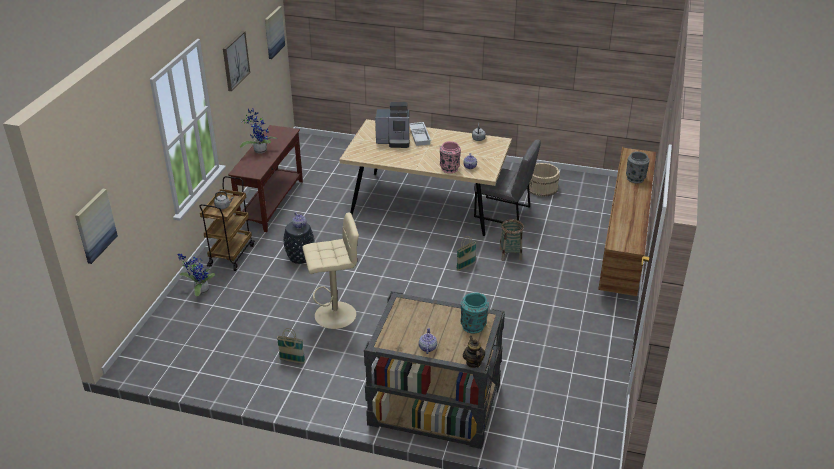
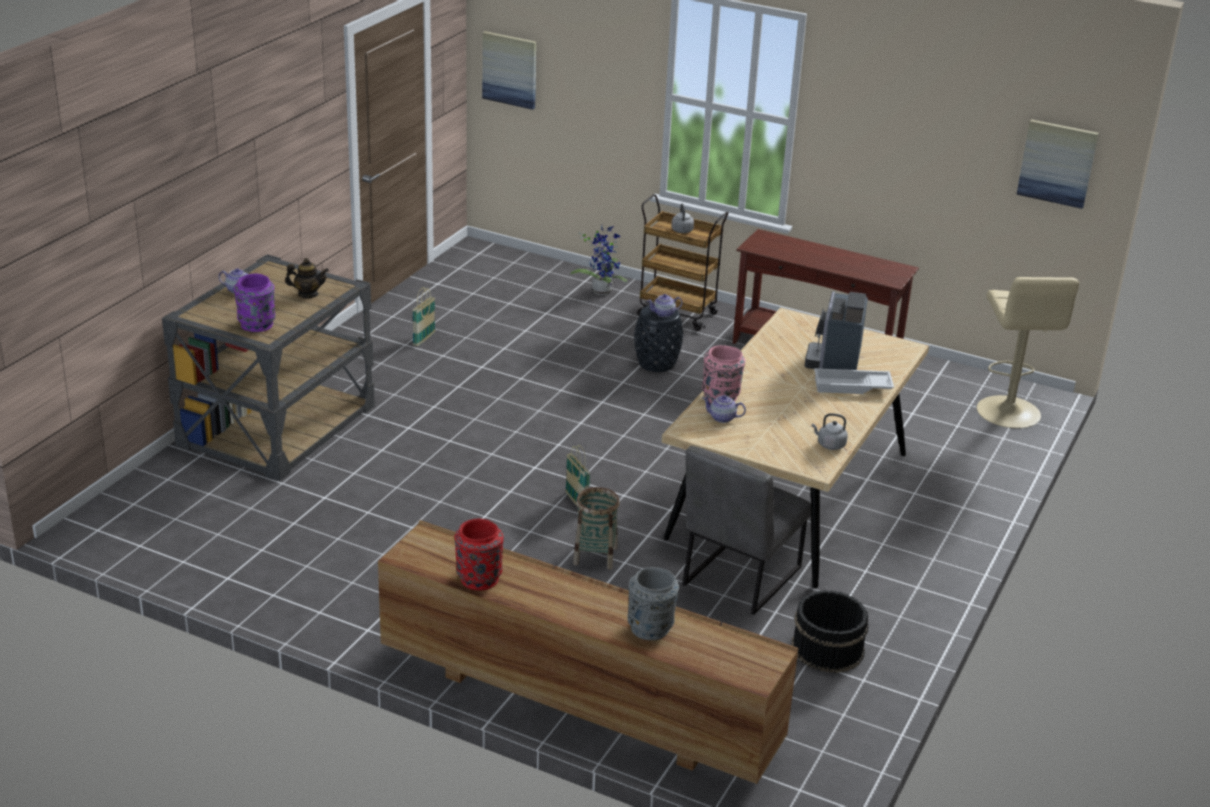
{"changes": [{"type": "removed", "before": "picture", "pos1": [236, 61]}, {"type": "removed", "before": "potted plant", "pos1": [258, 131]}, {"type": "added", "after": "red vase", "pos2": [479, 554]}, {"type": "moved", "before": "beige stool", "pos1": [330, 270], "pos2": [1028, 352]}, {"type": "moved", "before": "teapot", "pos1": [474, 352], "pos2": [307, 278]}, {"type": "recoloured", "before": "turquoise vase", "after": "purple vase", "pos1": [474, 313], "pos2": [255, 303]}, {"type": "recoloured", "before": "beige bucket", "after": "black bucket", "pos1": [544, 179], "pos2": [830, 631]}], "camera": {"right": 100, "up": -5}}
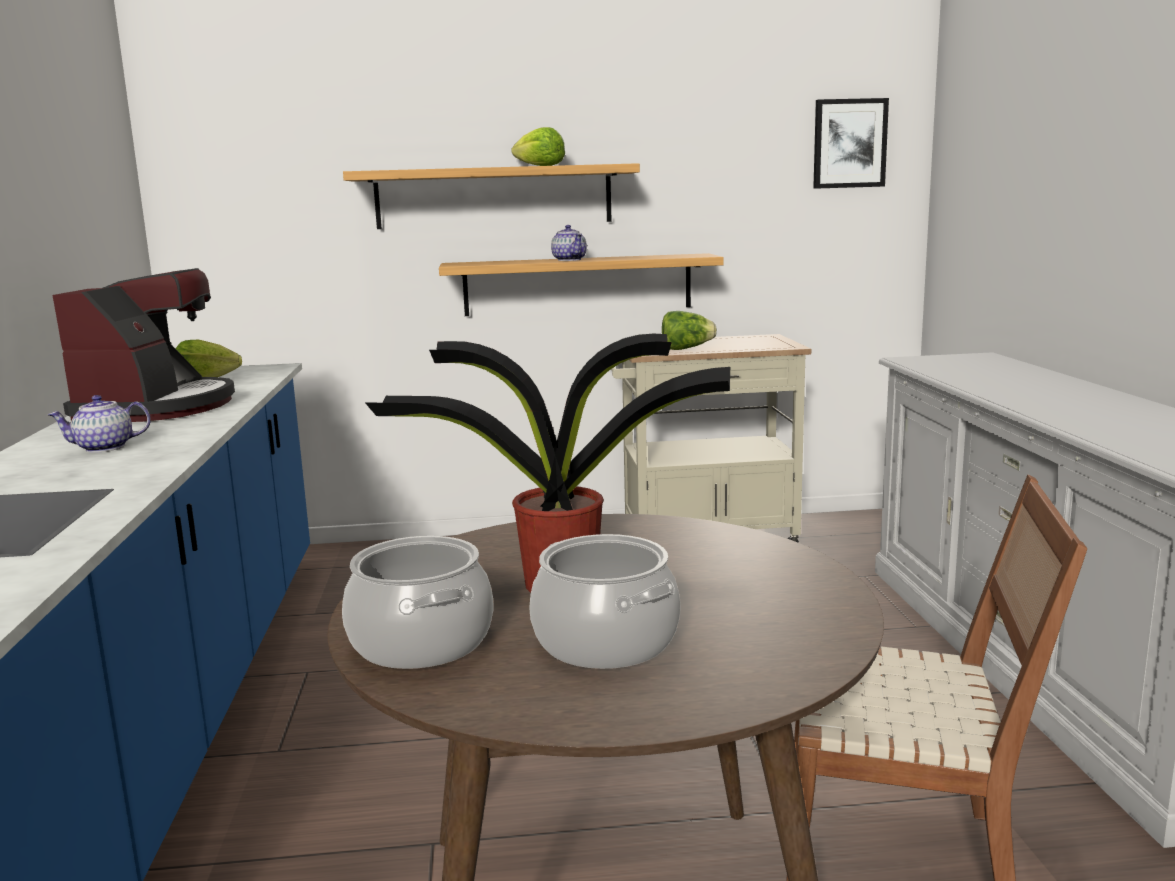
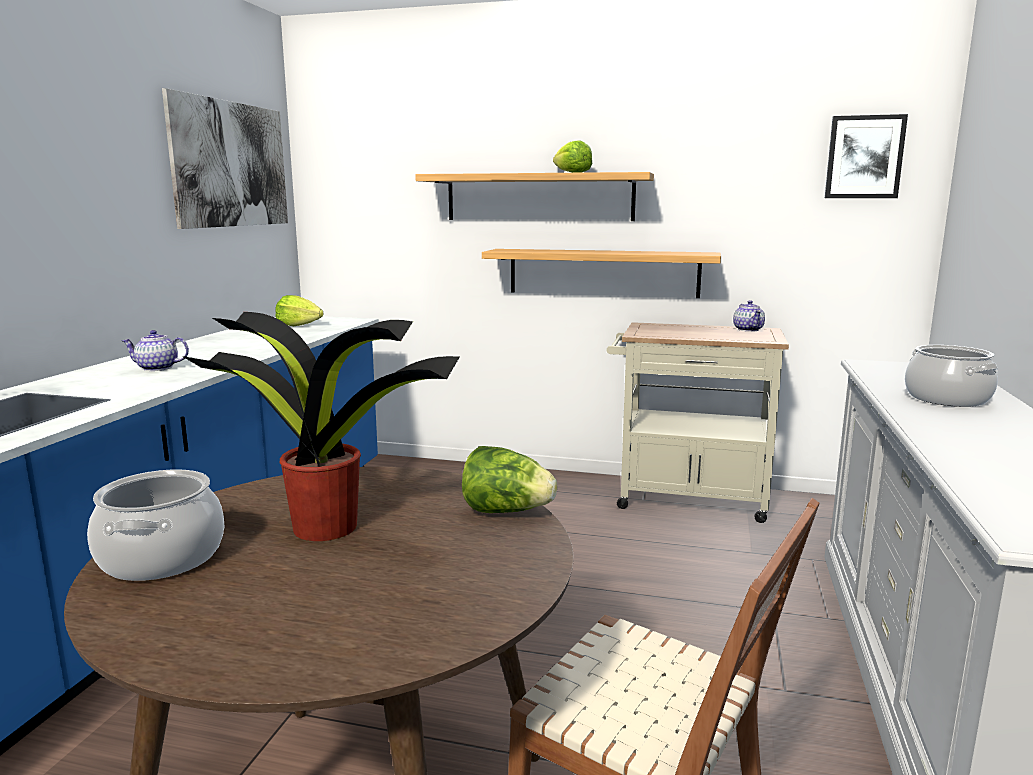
{"changes": [{"type": "removed", "before": "coffee machine", "pos1": [143, 345]}, {"type": "added", "after": "picture", "pos2": [225, 158]}, {"type": "moved", "before": "cooking pot", "pos1": [605, 601], "pos2": [951, 376]}, {"type": "moved", "before": "teapot", "pos1": [569, 243], "pos2": [749, 316]}, {"type": "moved", "before": "lettuce", "pos1": [689, 330], "pos2": [509, 479]}], "camera": {"right": 20, "up": 0}}
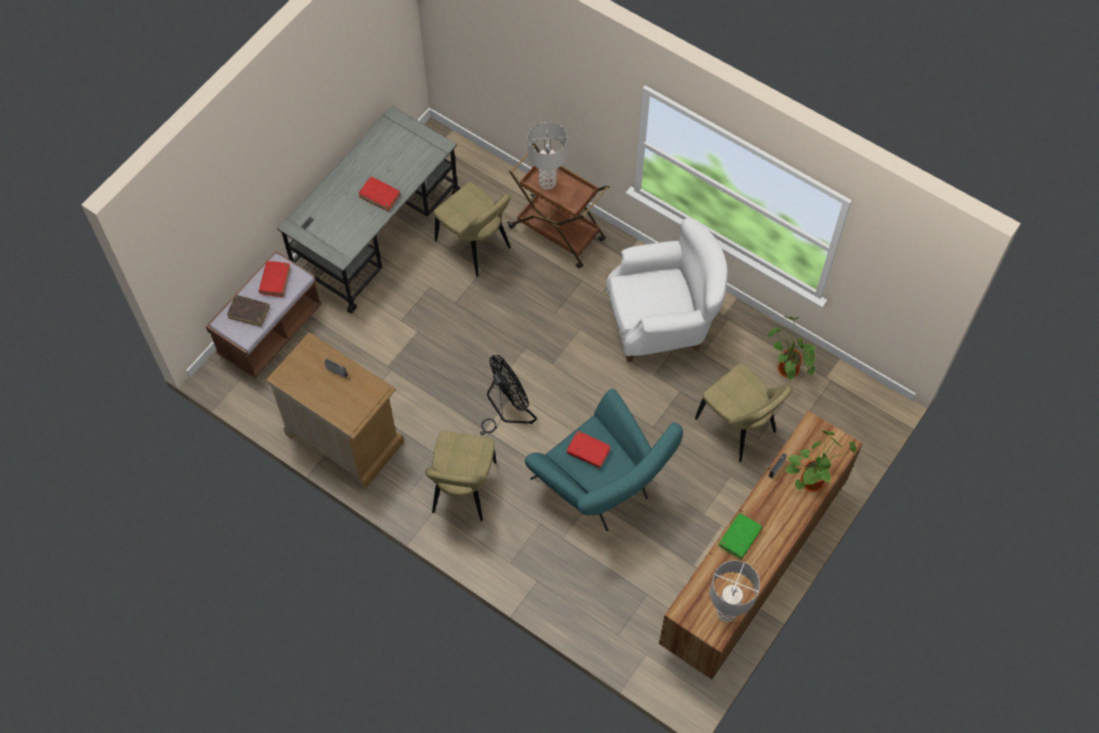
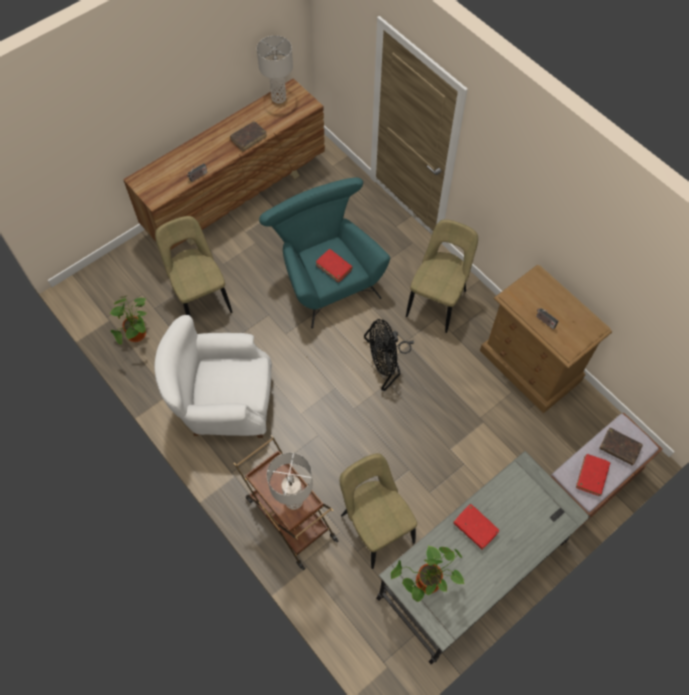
{"changes": [{"type": "moved", "before": "potted plant", "pos1": [821, 461], "pos2": [428, 573]}, {"type": "recoloured", "before": "green book", "after": "brown book", "pos1": [740, 536], "pos2": [248, 136]}], "camera": {"right": -165, "up": 0}}
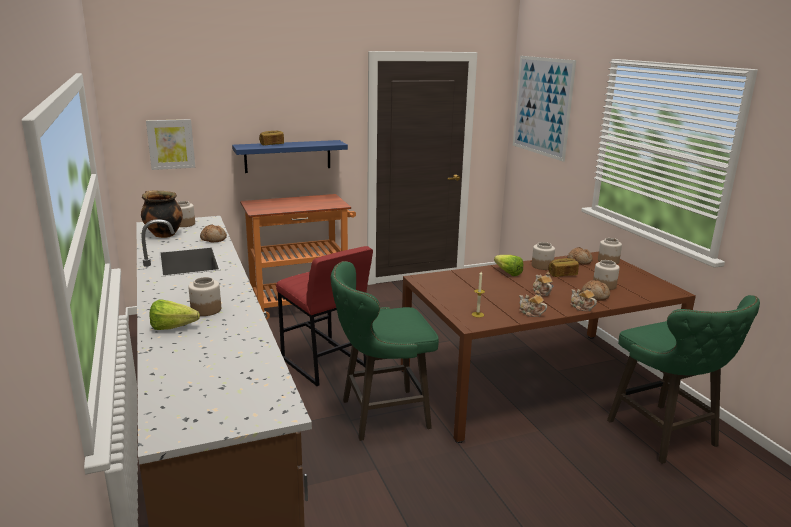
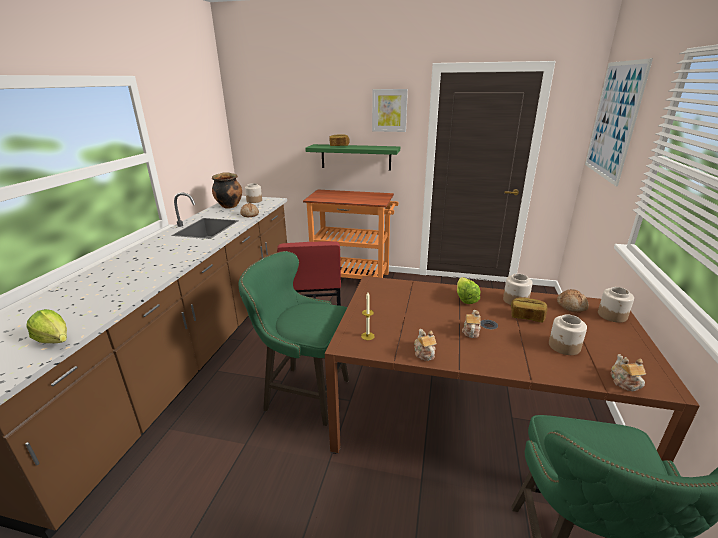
{"changes": [{"type": "removed", "before": "jar", "pos1": [205, 296]}, {"type": "removed", "before": "bread", "pos1": [595, 290]}, {"type": "moved", "before": "picture", "pos1": [170, 144], "pos2": [390, 110]}, {"type": "moved", "before": "lettuce", "pos1": [174, 315], "pos2": [46, 326]}, {"type": "moved", "before": "teapot", "pos1": [584, 298], "pos2": [628, 372]}, {"type": "recoloured", "before": "blue shelf", "after": "green shelf", "pos1": [290, 156], "pos2": [352, 157]}], "camera": {"right": 35, "up": 5}}
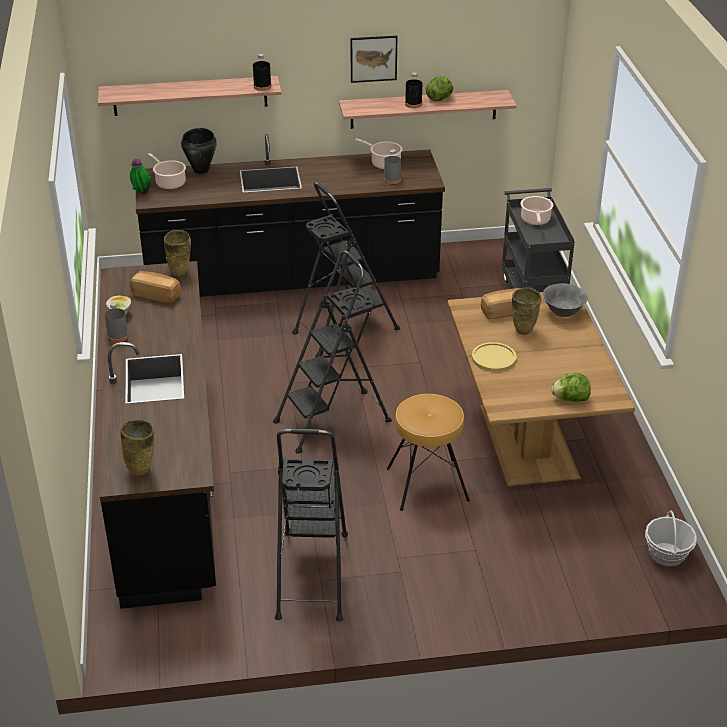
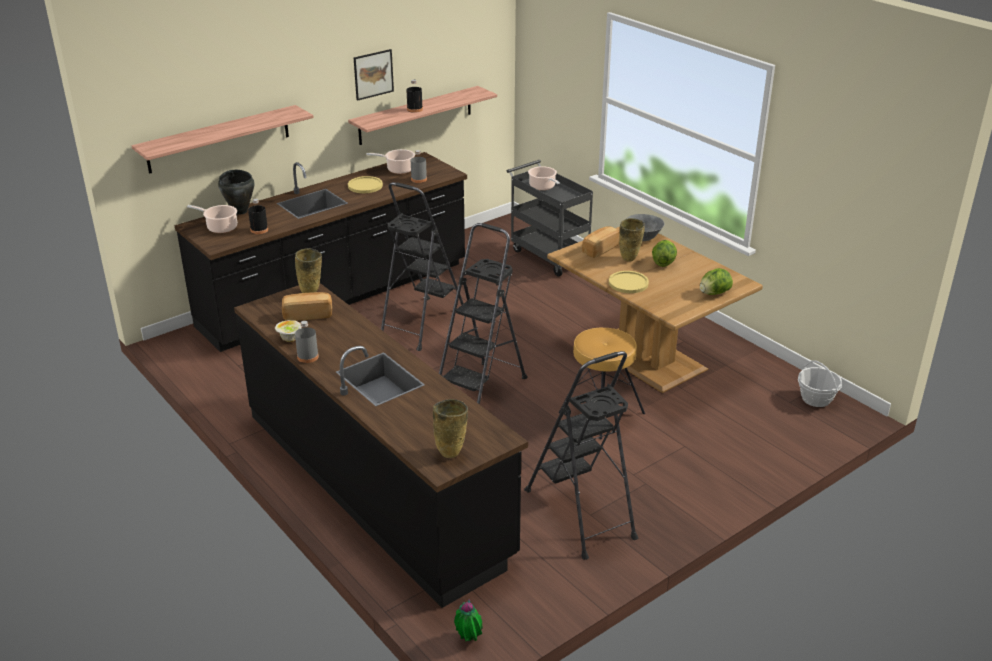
{"changes": [{"type": "added", "after": "yellow plate", "pos2": [365, 184]}, {"type": "moved", "before": "potted plant", "pos1": [141, 177], "pos2": [468, 620]}, {"type": "moved", "before": "black bottle", "pos1": [262, 72], "pos2": [258, 216]}, {"type": "moved", "before": "lettuce", "pos1": [439, 88], "pos2": [664, 253]}], "camera": {"right": -30, "up": -5}}
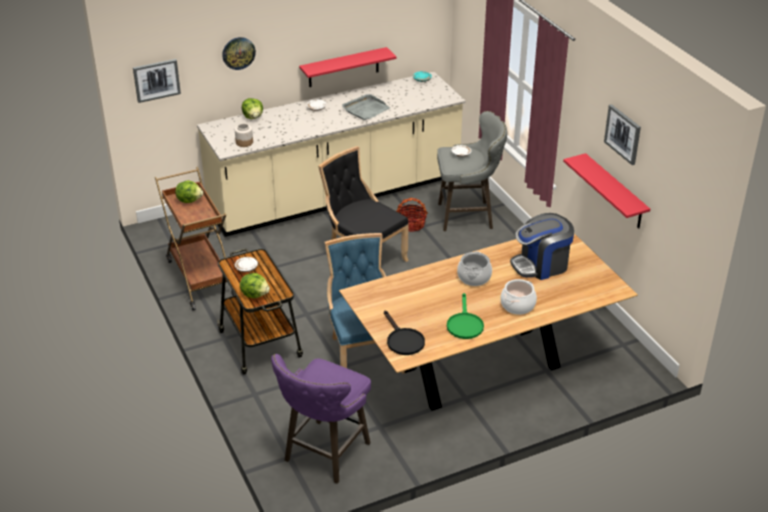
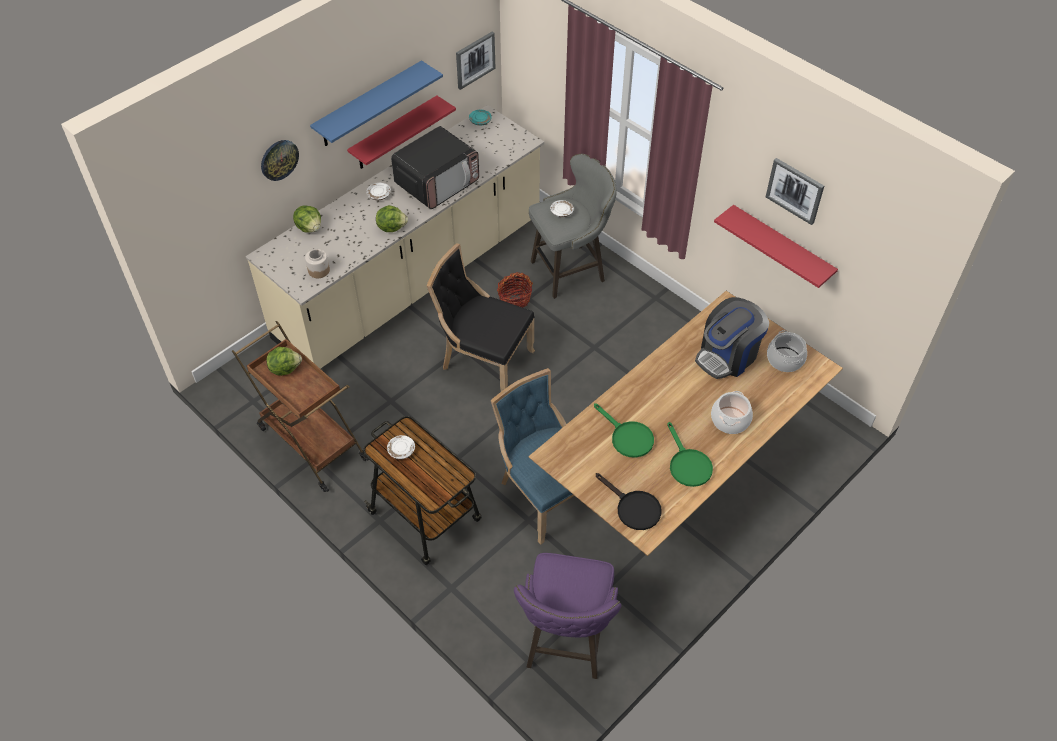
{"changes": [{"type": "added", "after": "blue shelf", "pos2": [376, 103]}, {"type": "added", "after": "green frying pan", "pos2": [624, 430]}, {"type": "moved", "before": "picture", "pos1": [157, 81], "pos2": [475, 61]}, {"type": "moved", "before": "lettuce", "pos1": [255, 285], "pos2": [392, 218]}, {"type": "moved", "before": "cooking pot", "pos1": [474, 268], "pos2": [787, 351]}, {"type": "replaced", "before": "grey tray", "after": "microwave", "pos1": [366, 107], "pos2": [435, 167]}], "camera": {"right": -20, "up": 15}}
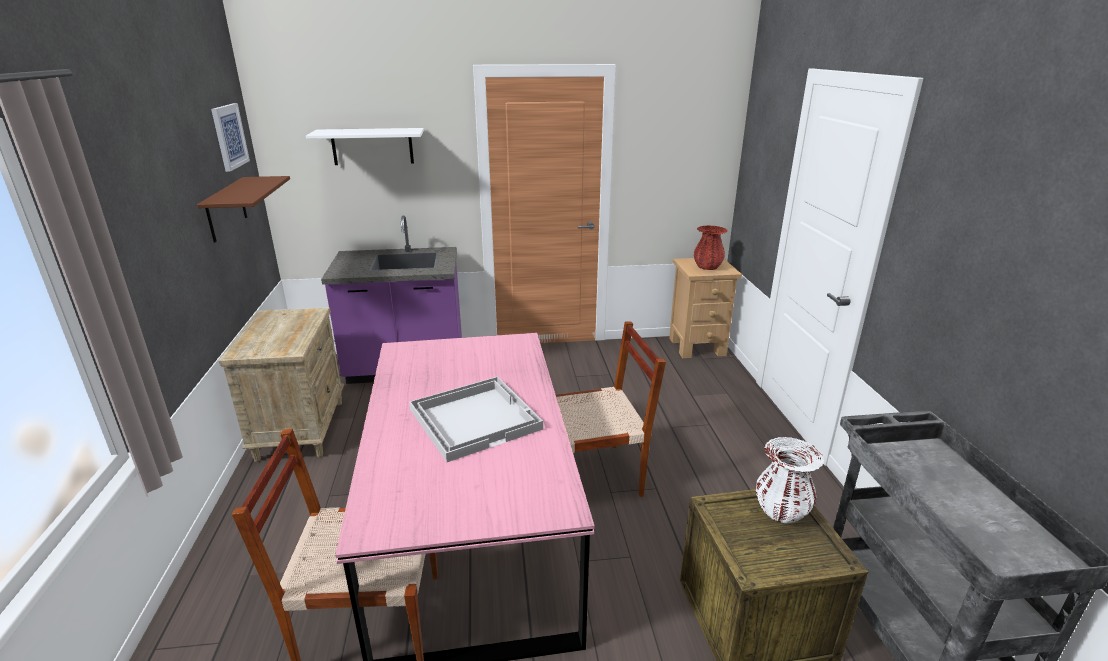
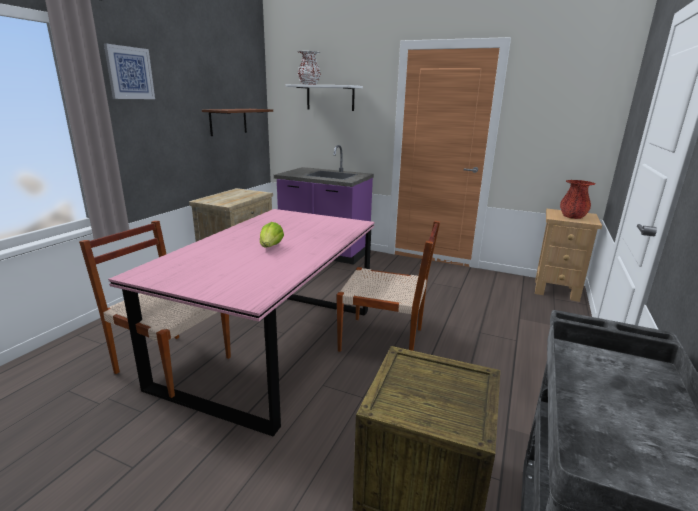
{"changes": [{"type": "moved", "before": "picture", "pos1": [230, 137], "pos2": [129, 71]}, {"type": "moved", "before": "white vase", "pos1": [790, 480], "pos2": [309, 68]}, {"type": "replaced", "before": "white tray", "after": "lettuce", "pos1": [476, 419], "pos2": [272, 234]}], "camera": {"right": 30, "up": -5}}
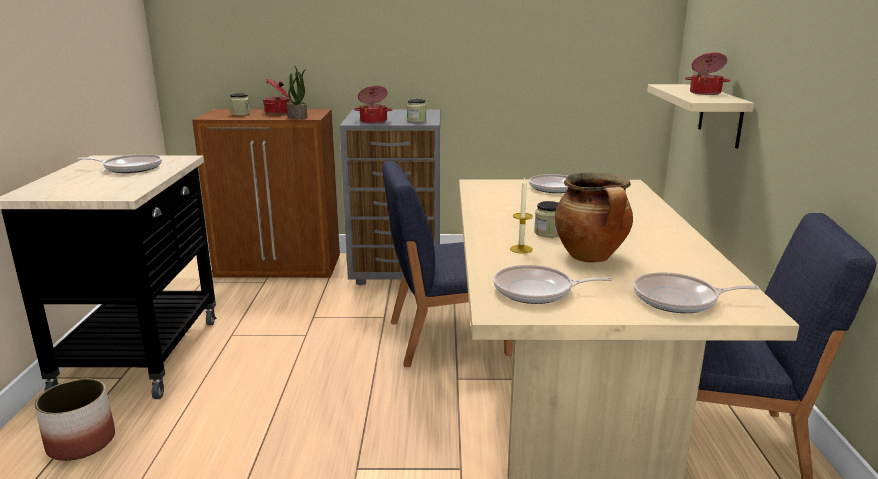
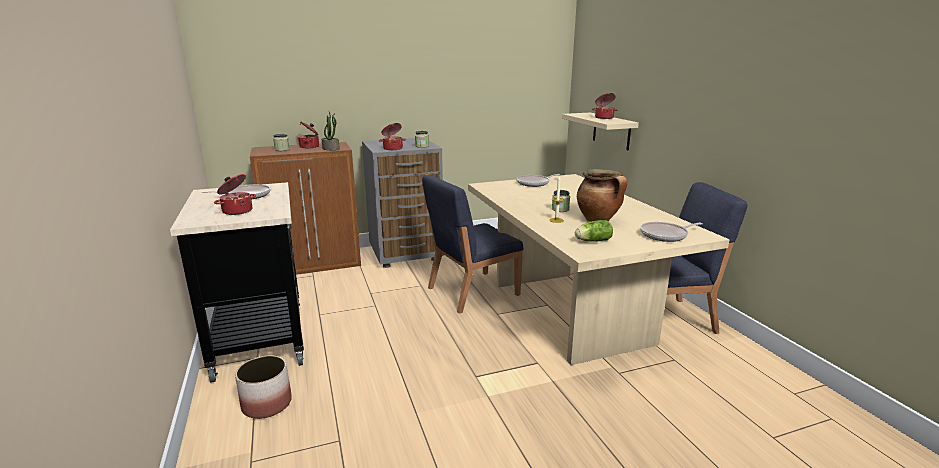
{"changes": [{"type": "added", "after": "cooking pot", "pos2": [235, 194]}, {"type": "replaced", "before": "frying pan", "after": "lettuce", "pos1": [553, 284], "pos2": [594, 231]}], "camera": {"right": -20, "up": 0}}
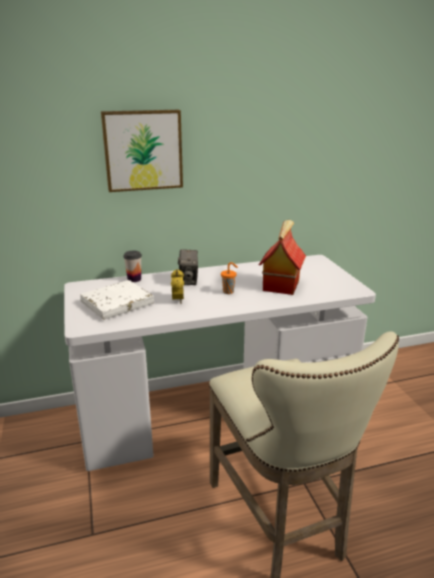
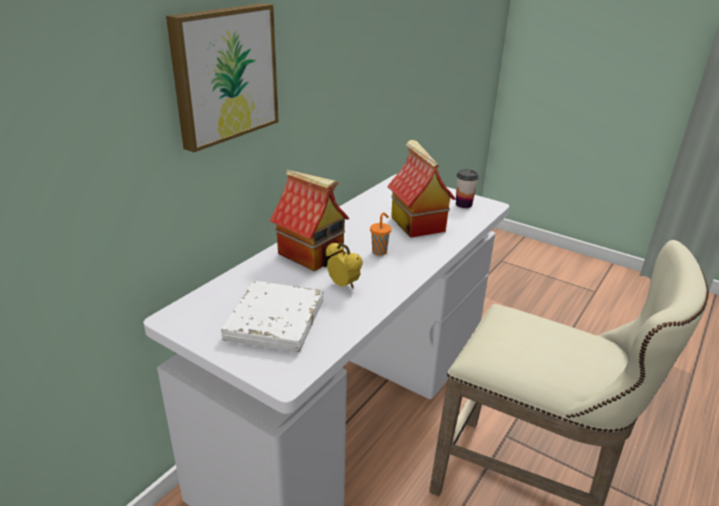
{"changes": [{"type": "moved", "before": "cup", "pos1": [132, 266], "pos2": [467, 188]}, {"type": "replaced", "before": "photo camera", "after": "toy house", "pos1": [188, 267], "pos2": [309, 220]}], "camera": {"right": -40, "up": 5}}
